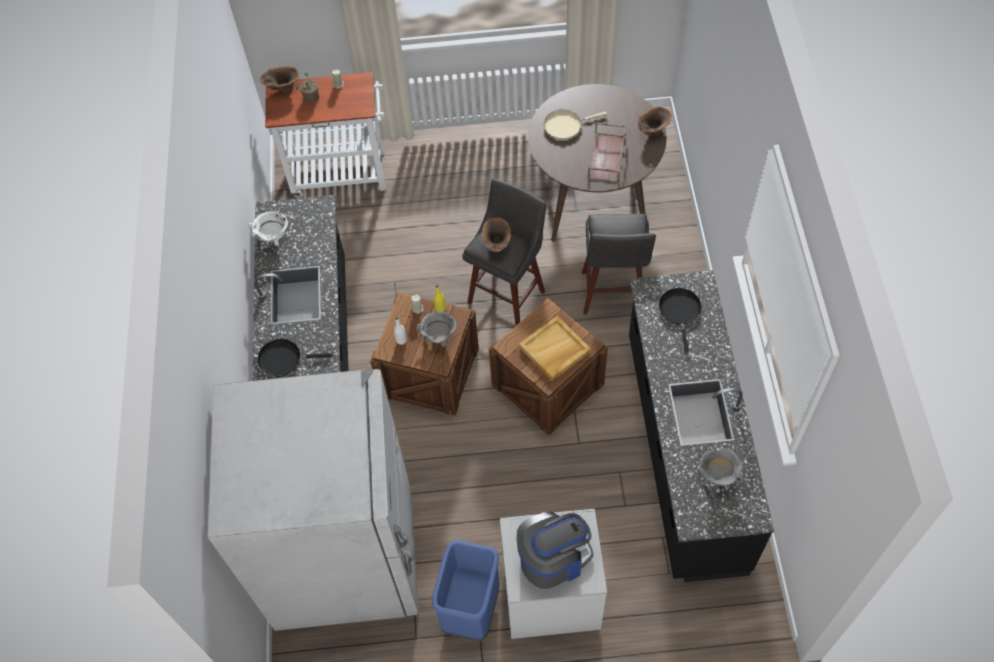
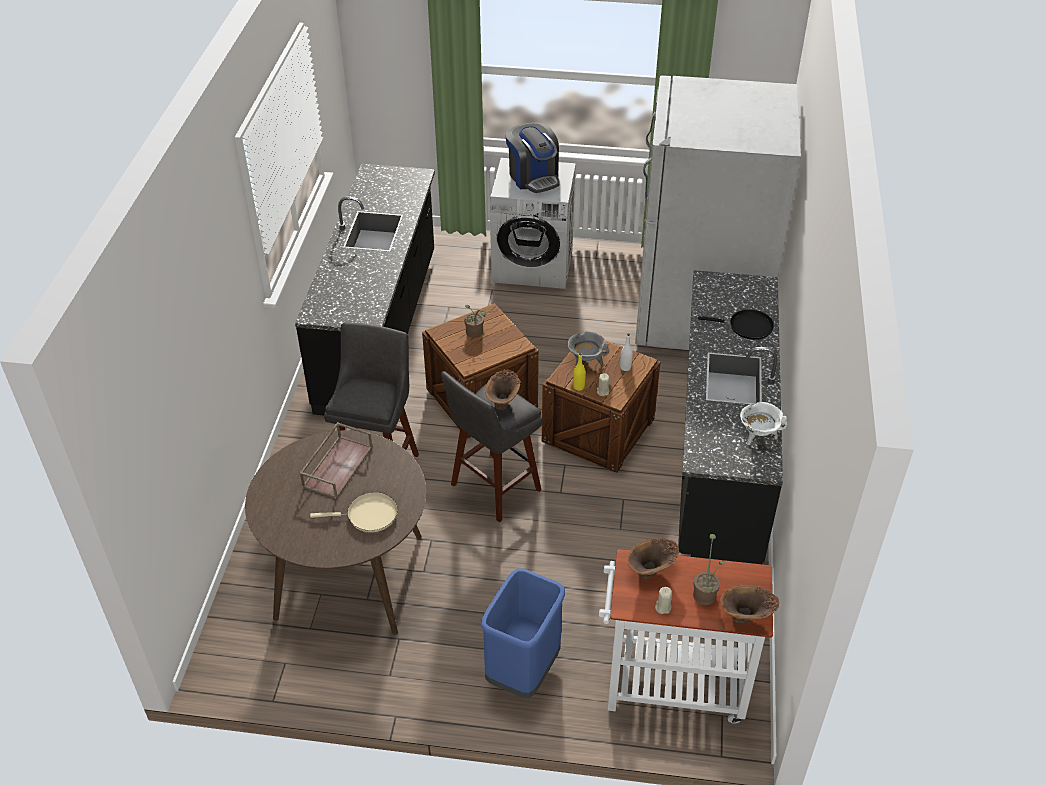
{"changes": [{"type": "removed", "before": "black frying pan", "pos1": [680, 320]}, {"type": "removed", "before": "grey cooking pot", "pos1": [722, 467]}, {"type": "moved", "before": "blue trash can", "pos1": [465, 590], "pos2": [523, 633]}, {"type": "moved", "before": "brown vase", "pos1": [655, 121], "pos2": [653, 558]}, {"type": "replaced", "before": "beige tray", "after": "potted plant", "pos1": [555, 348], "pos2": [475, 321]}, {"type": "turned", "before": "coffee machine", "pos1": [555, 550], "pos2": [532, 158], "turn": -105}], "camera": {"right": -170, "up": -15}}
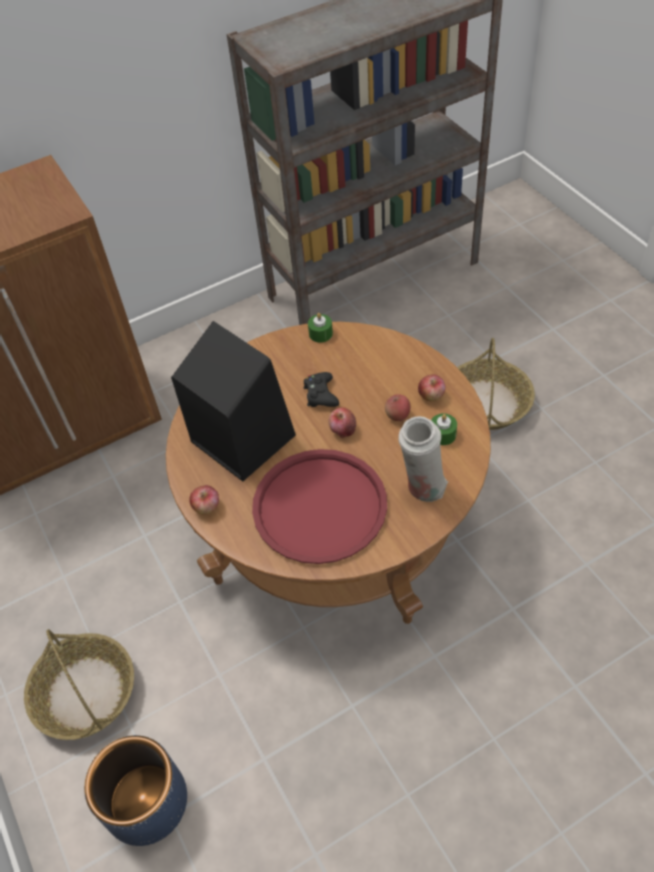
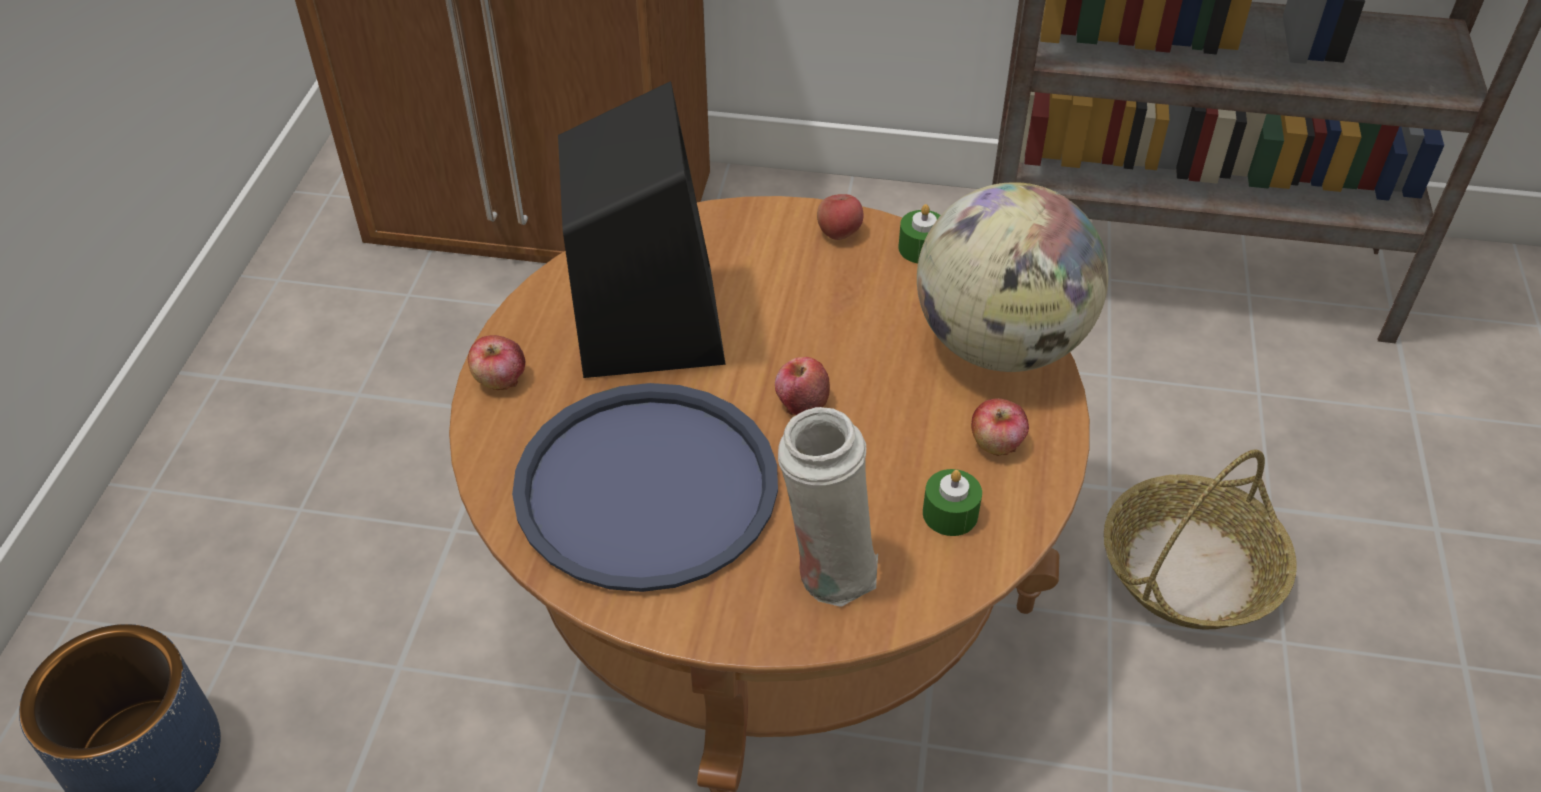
{"changes": [{"type": "removed", "before": "basket", "pos1": [79, 684]}, {"type": "removed", "before": "black game controller", "pos1": [321, 389]}, {"type": "added", "after": "globe", "pos2": [1012, 277]}, {"type": "moved", "before": "apple", "pos1": [398, 407], "pos2": [840, 217]}, {"type": "recoloured", "before": "red tray", "after": "blue tray", "pos1": [319, 506], "pos2": [645, 487]}], "camera": {"right": 35, "up": -5}}
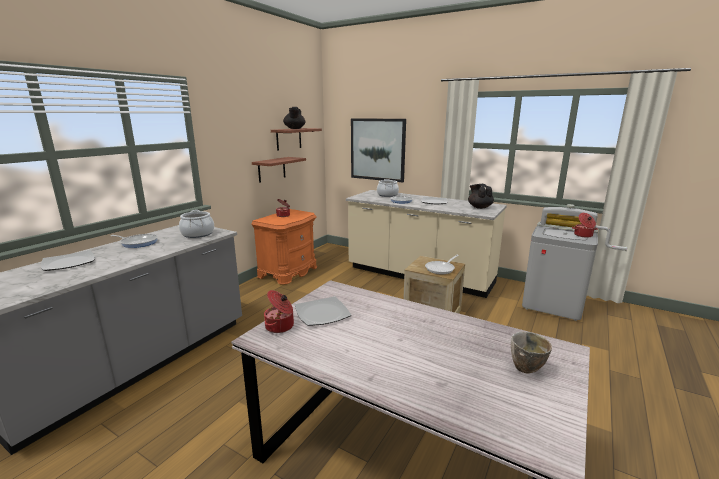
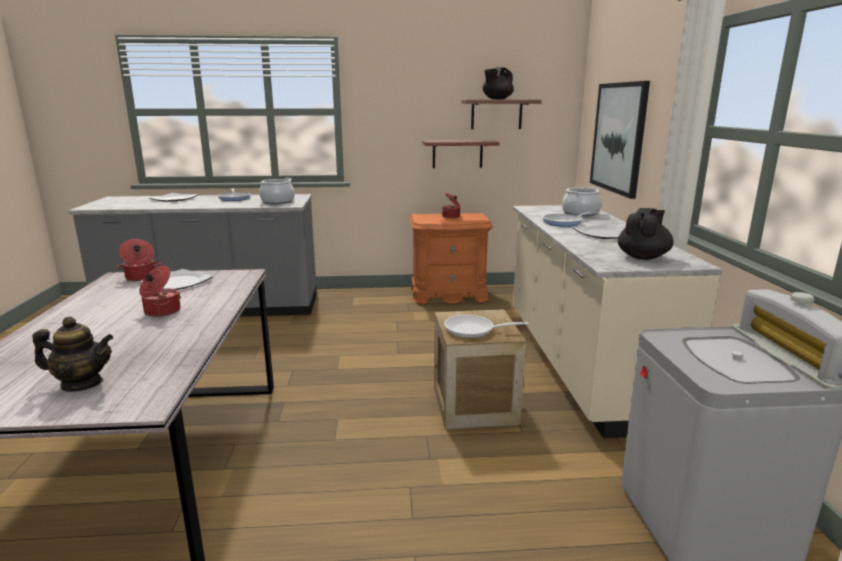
{"changes": [{"type": "moved", "before": "cooking pot", "pos1": [584, 225], "pos2": [160, 291]}, {"type": "replaced", "before": "bowl", "after": "teapot", "pos1": [531, 353], "pos2": [72, 354]}], "camera": {"right": 55, "up": 0}}
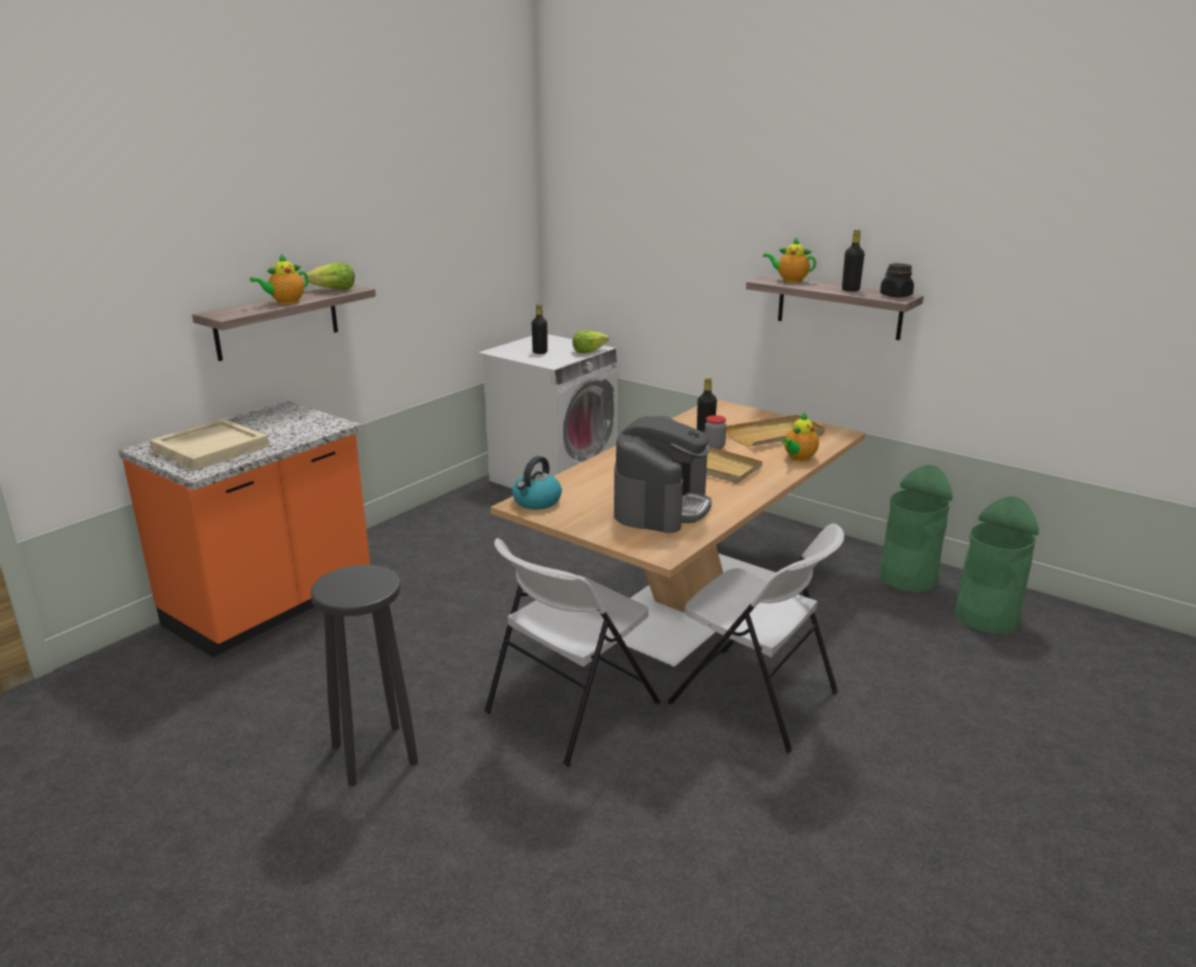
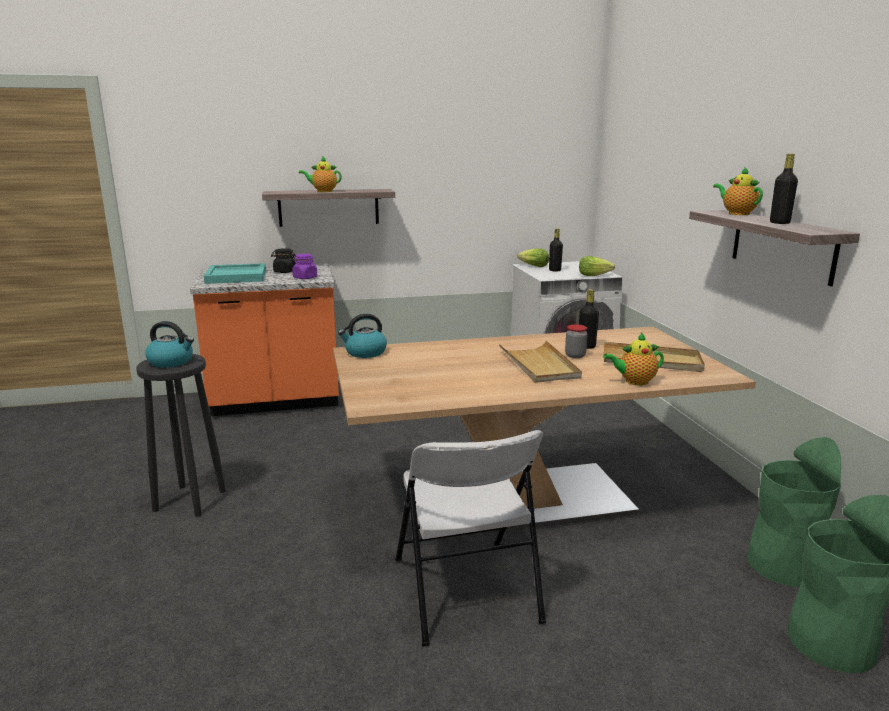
{"changes": [{"type": "removed", "before": "white chair", "pos1": [572, 652]}, {"type": "removed", "before": "coffee machine", "pos1": [662, 474]}, {"type": "added", "after": "kettle", "pos2": [169, 344]}, {"type": "added", "after": "purple jar", "pos2": [304, 266]}, {"type": "moved", "before": "lettuce", "pos1": [329, 276], "pos2": [533, 257]}, {"type": "moved", "before": "black jar", "pos1": [897, 280], "pos2": [283, 260]}, {"type": "recoloured", "before": "beige tray", "after": "turquoise tray", "pos1": [209, 444], "pos2": [235, 273]}], "camera": {"right": 40, "up": -5}}
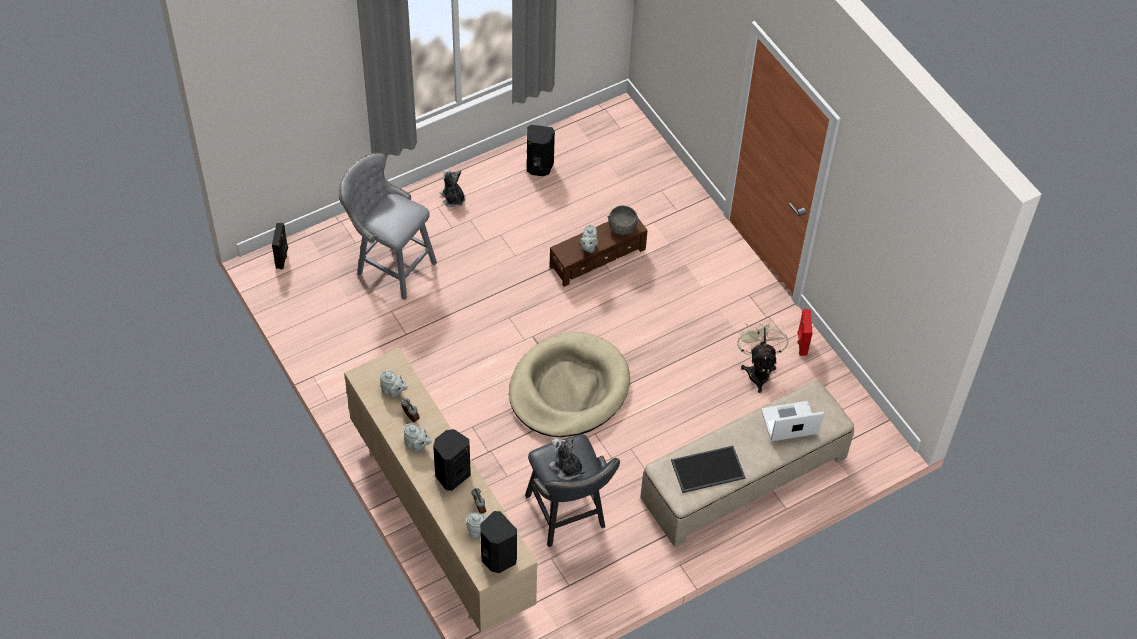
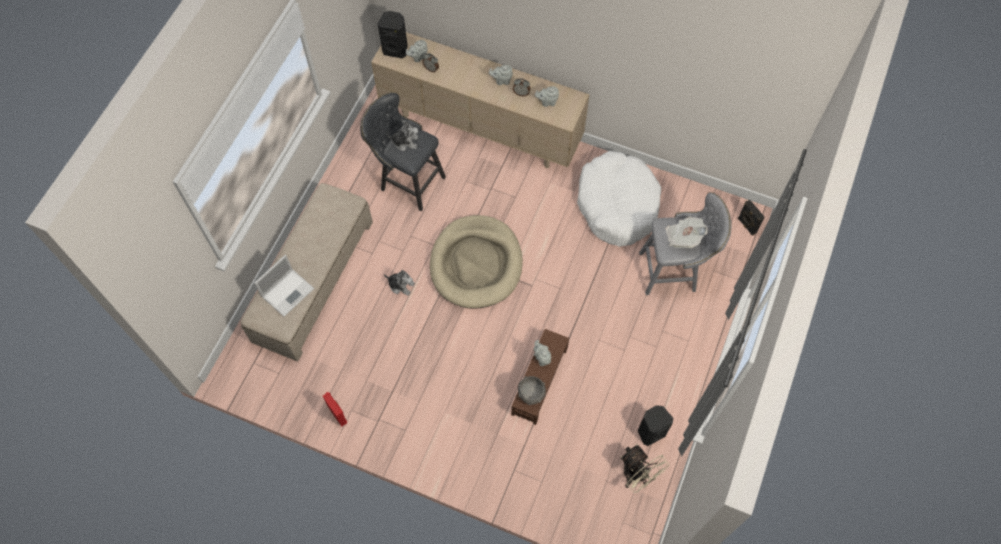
{"changes": [{"type": "removed", "before": "black speaker", "pos1": [452, 460]}, {"type": "removed", "before": "tray", "pos1": [708, 469]}, {"type": "added", "after": "white dog bed", "pos2": [619, 199]}, {"type": "added", "after": "newspaper", "pos2": [687, 232]}, {"type": "moved", "before": "plush toy", "pos1": [452, 188], "pos2": [399, 283]}, {"type": "moved", "before": "beige fan", "pos1": [762, 356], "pos2": [644, 468]}], "camera": {"right": 145, "up": 10}}
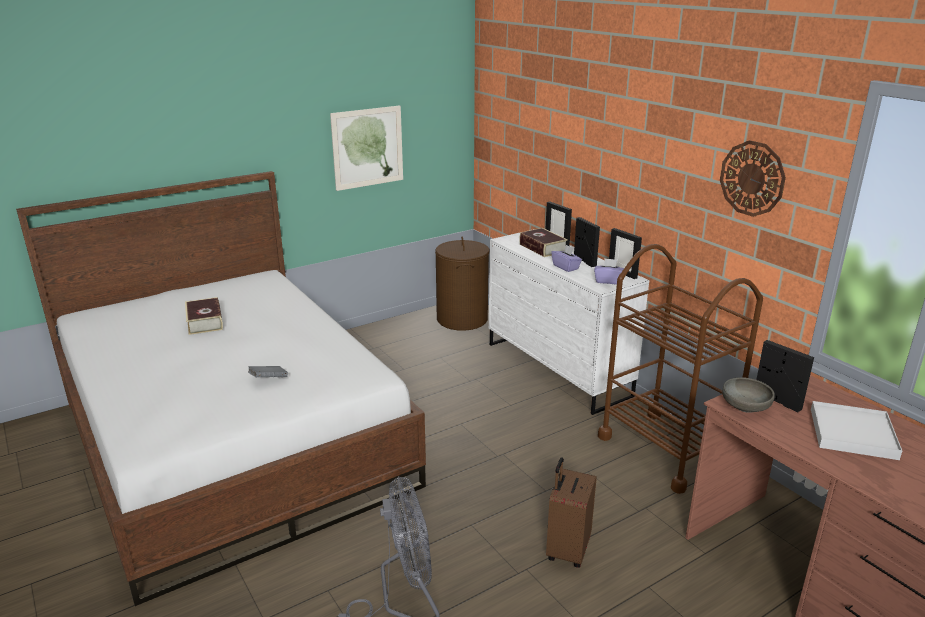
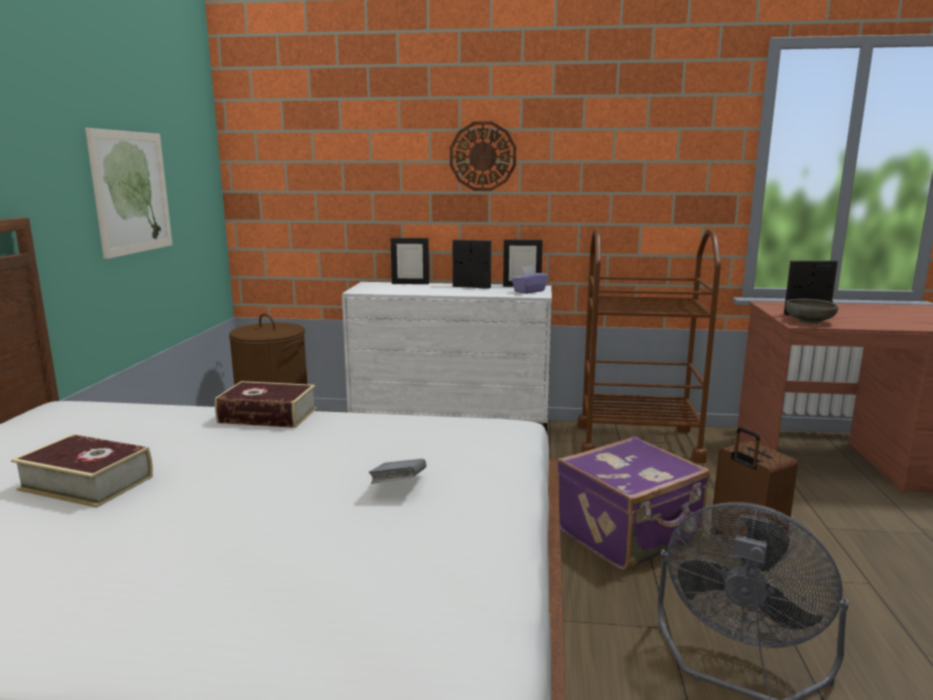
{"changes": [{"type": "removed", "before": "purple tissue box", "pos1": [566, 258]}, {"type": "removed", "before": "white tray", "pos1": [856, 430]}, {"type": "added", "after": "purple suitcase", "pos2": [634, 503]}, {"type": "moved", "before": "book", "pos1": [543, 242], "pos2": [266, 404]}, {"type": "moved", "before": "wall clock", "pos1": [753, 178], "pos2": [483, 156]}], "camera": {"right": -50, "up": -10}}
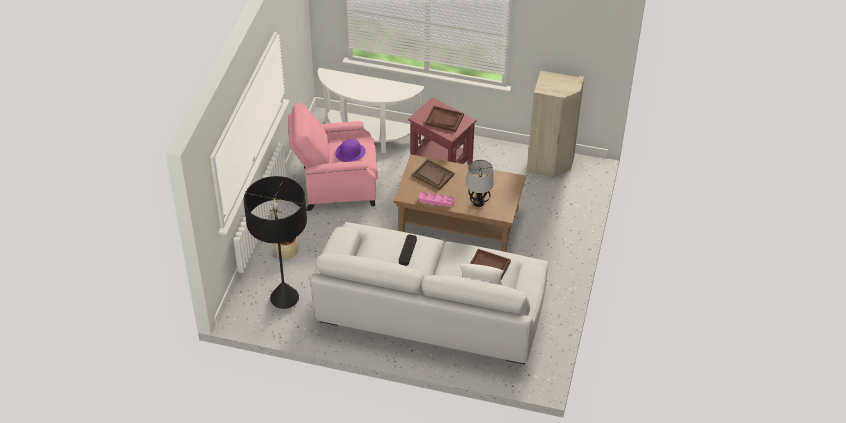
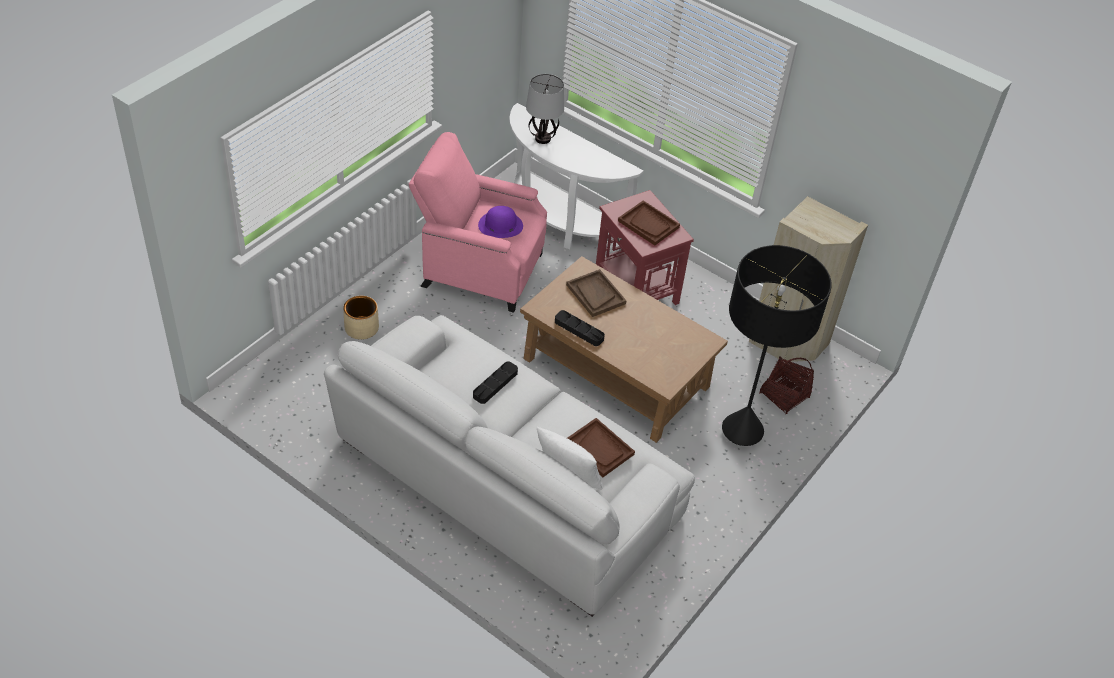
{"changes": [{"type": "added", "after": "basket", "pos2": [786, 385]}, {"type": "moved", "before": "black floor lamp", "pos1": [275, 242], "pos2": [777, 345]}, {"type": "moved", "before": "table lamp", "pos1": [480, 183], "pos2": [545, 109]}, {"type": "recoloured", "before": "pink tray", "after": "black tray", "pos1": [436, 199], "pos2": [580, 328]}], "camera": {"right": 20, "up": 0}}
